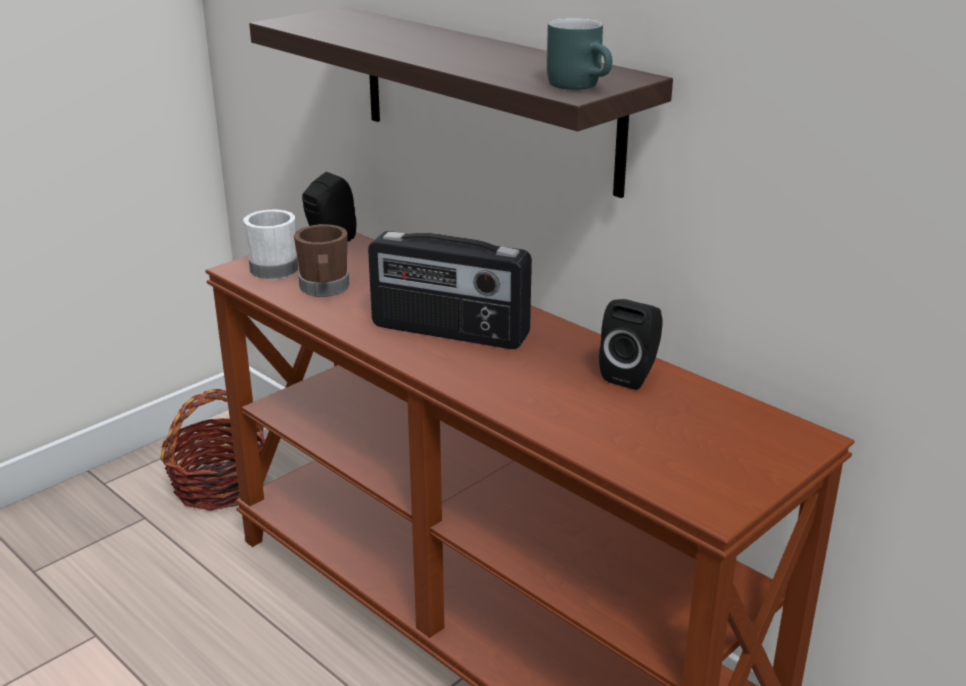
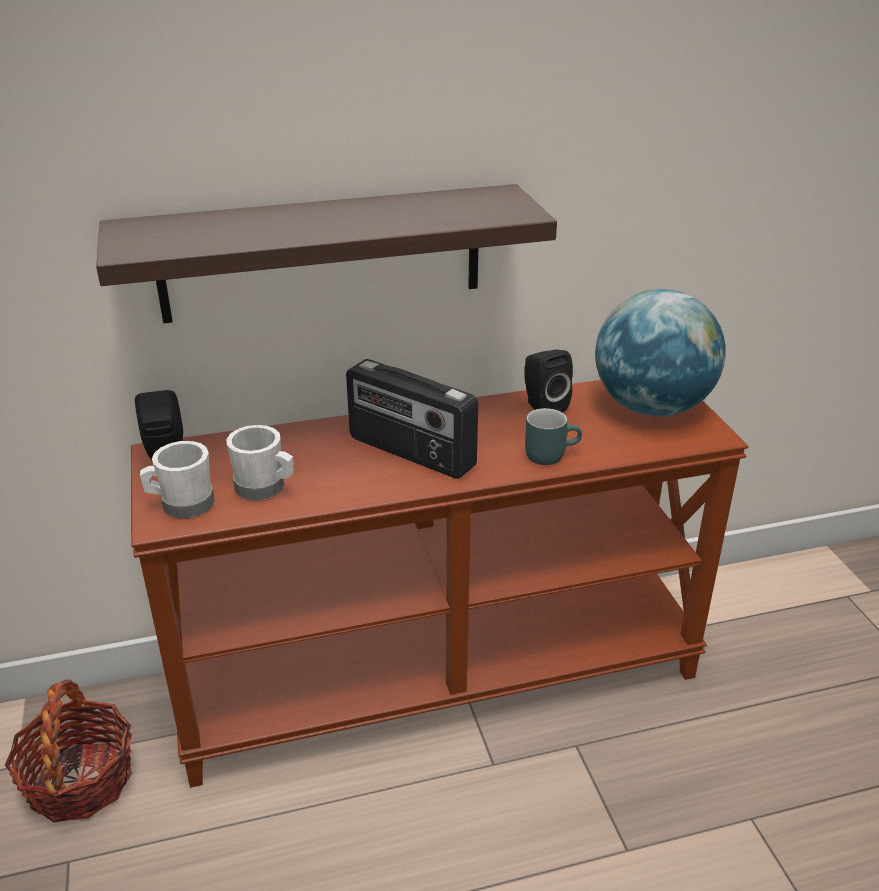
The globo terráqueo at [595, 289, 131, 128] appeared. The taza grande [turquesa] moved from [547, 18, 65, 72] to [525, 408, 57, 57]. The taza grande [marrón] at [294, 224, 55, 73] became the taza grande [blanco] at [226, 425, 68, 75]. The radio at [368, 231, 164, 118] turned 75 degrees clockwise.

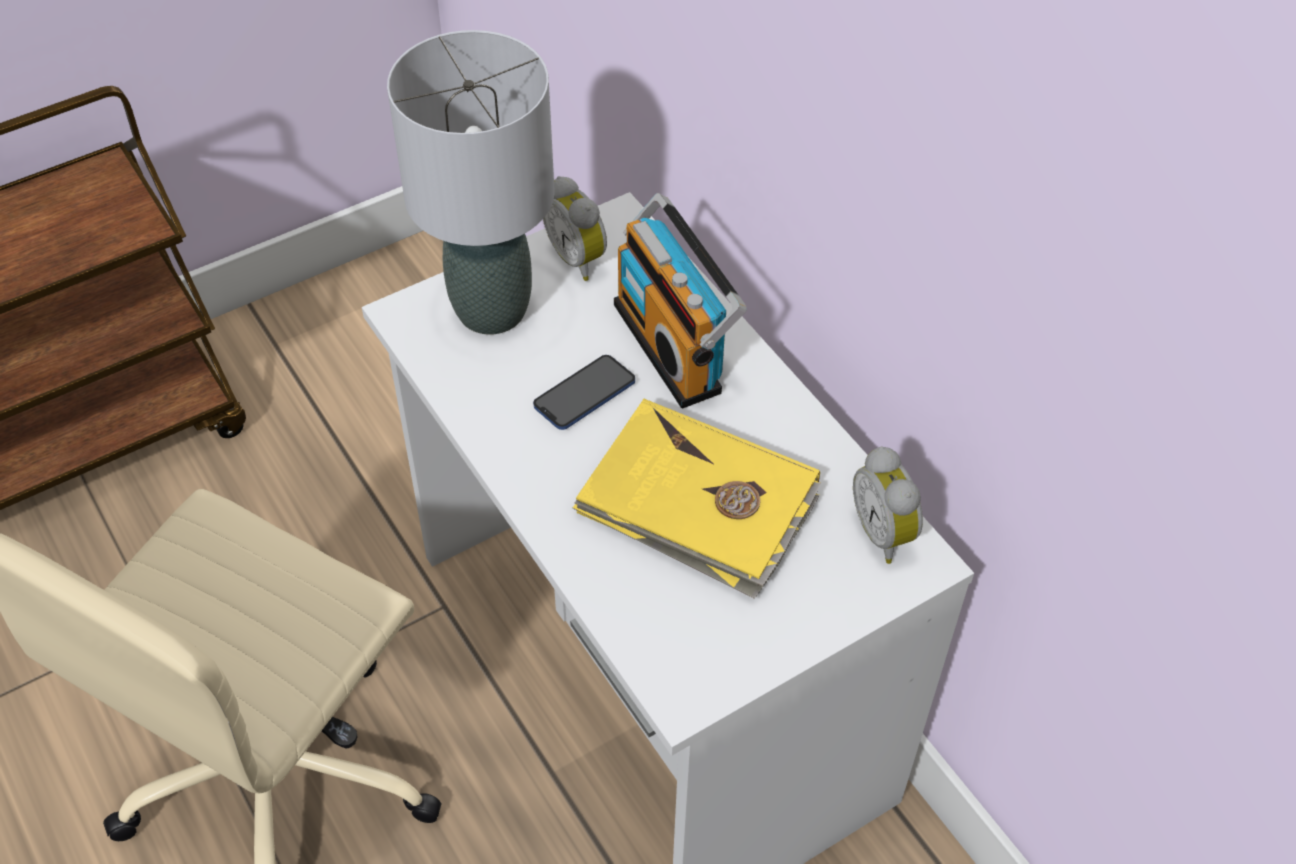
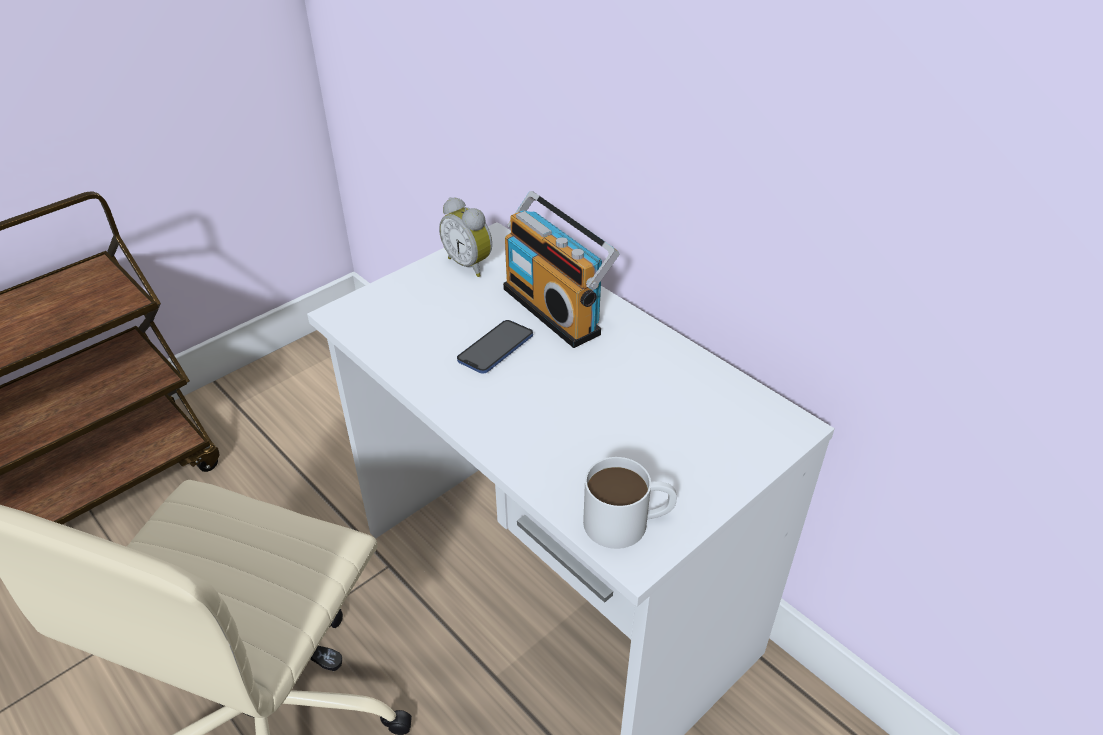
The lámpara de mesa [gris] at [387, 30, 168, 305] disappeared. The libro [amarillo] at [573, 399, 248, 200] disappeared. The despertador at [853, 446, 70, 118] disappeared. The taza grande [blanco] at [583, 457, 94, 92] appeared.

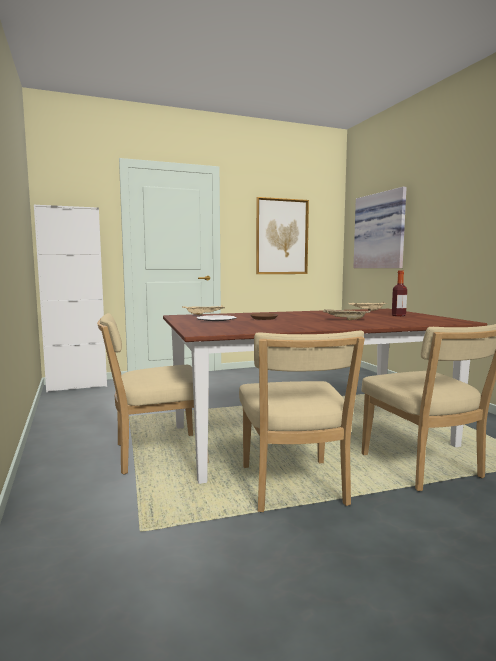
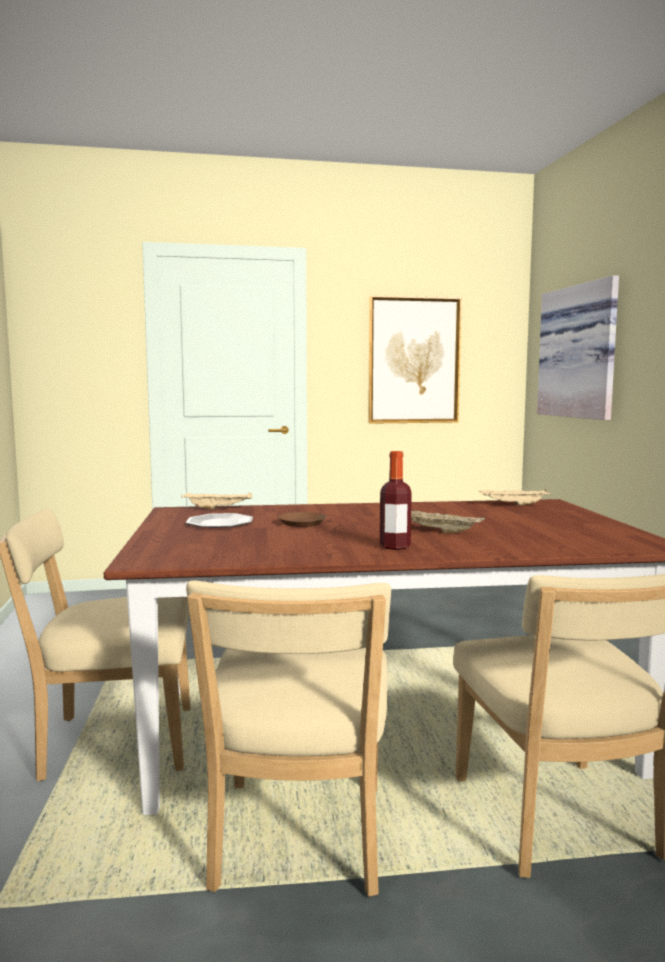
The armario [blanco] at [34, 205, 73, 187] disappeared. The botella moved from [392, 271, 15, 45] to [380, 451, 32, 99].

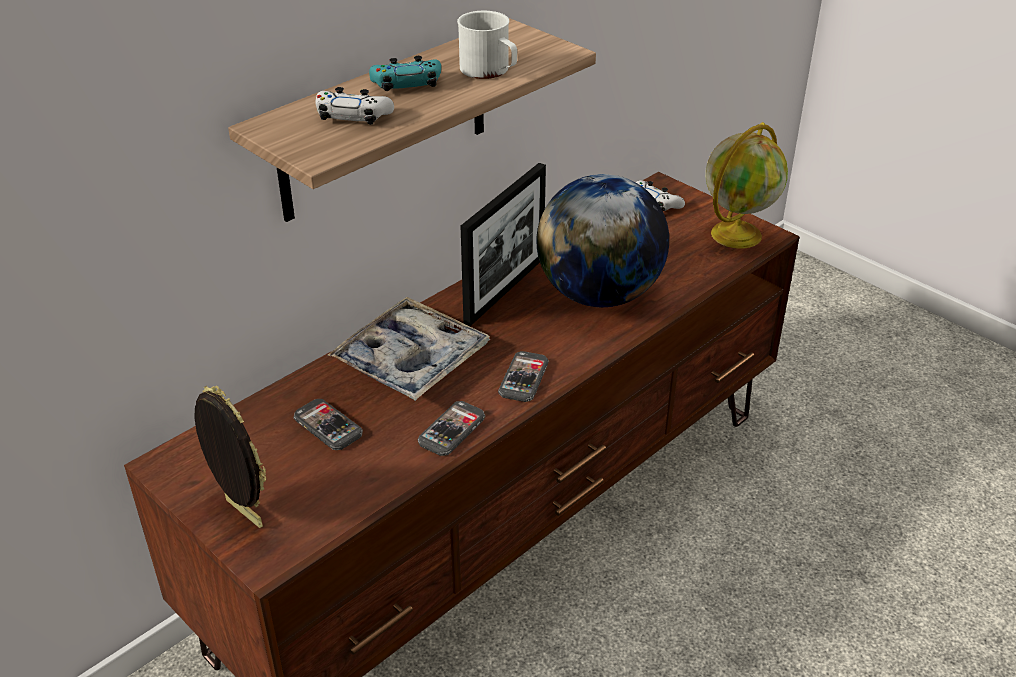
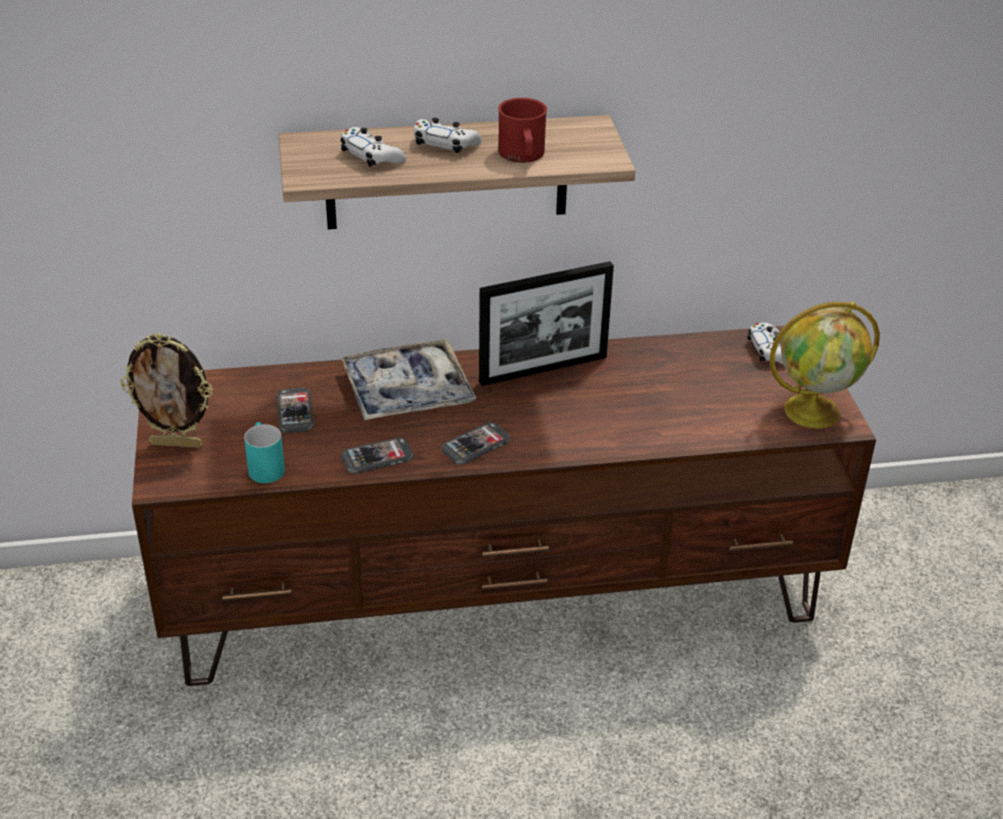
The globo terráqueo at [536, 174, 133, 133] disappeared. The taza grande [turquesa] at [244, 422, 41, 61] appeared. The mando de consola [turquesa] at [369, 56, 72, 35] became the mando de consola [blanco] at [414, 118, 68, 35]. The taza grande [blanco] at [457, 11, 60, 68] became the taza grande [rojo] at [498, 98, 49, 65]. The portarretratos at [194, 386, 73, 142] turned 105 degrees clockwise.

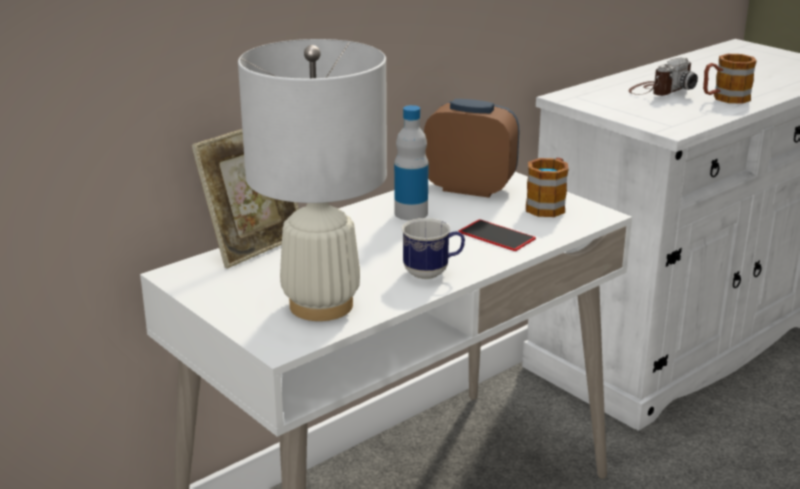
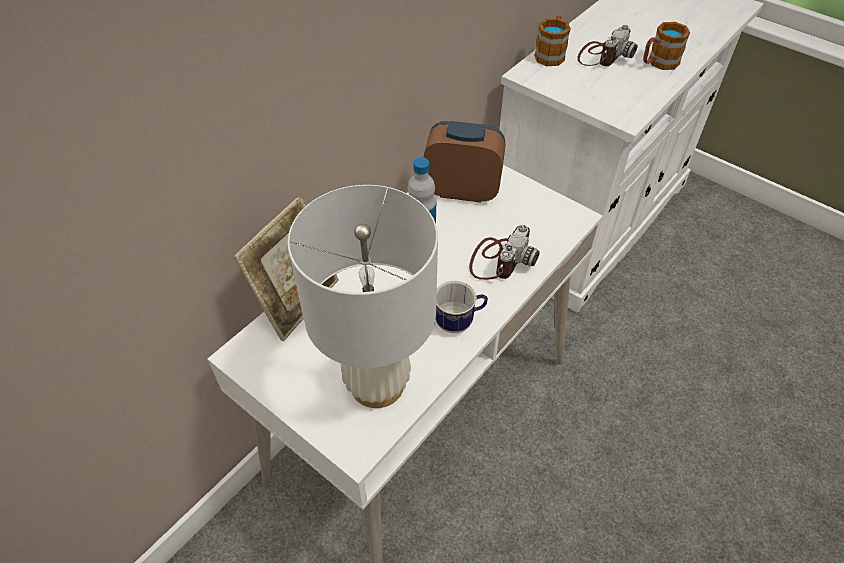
The taza grande moved from [526, 158, 43, 59] to [534, 16, 37, 50]. The móvil at [459, 219, 77, 32] was replaced by the cámara at [469, 225, 71, 55].

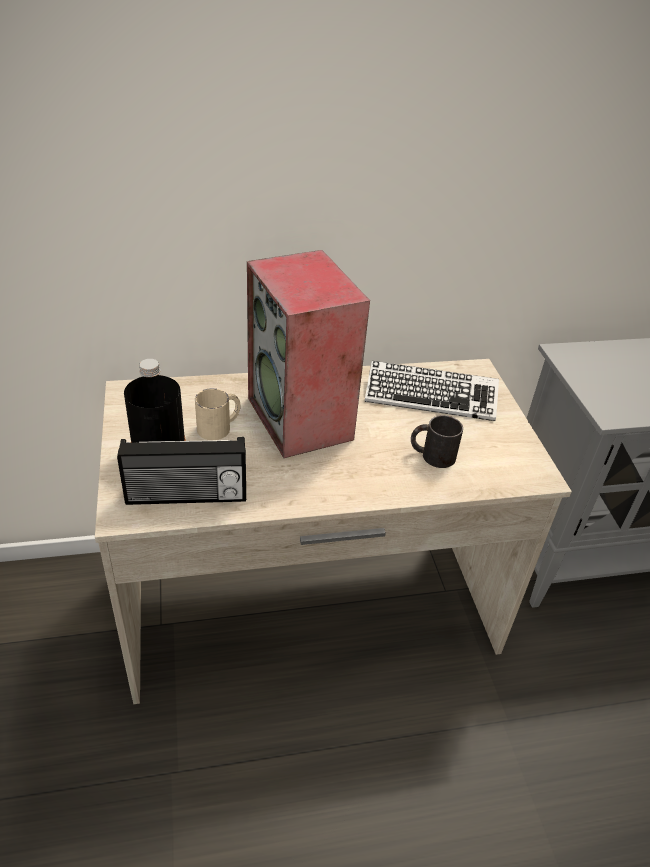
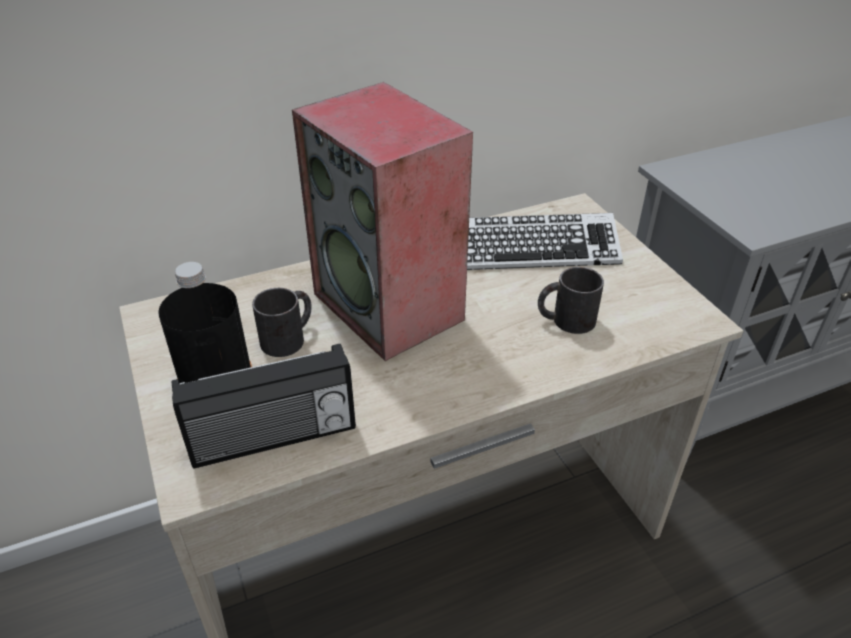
The taza grande [beis] at [195, 388, 46, 52] became the taza grande [negro] at [252, 288, 60, 69].

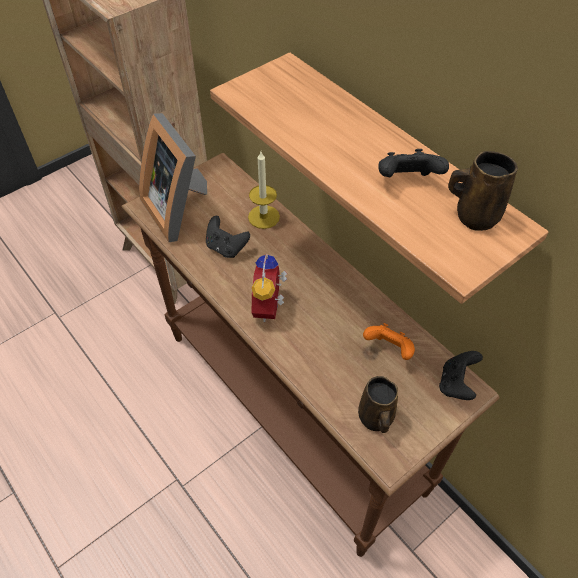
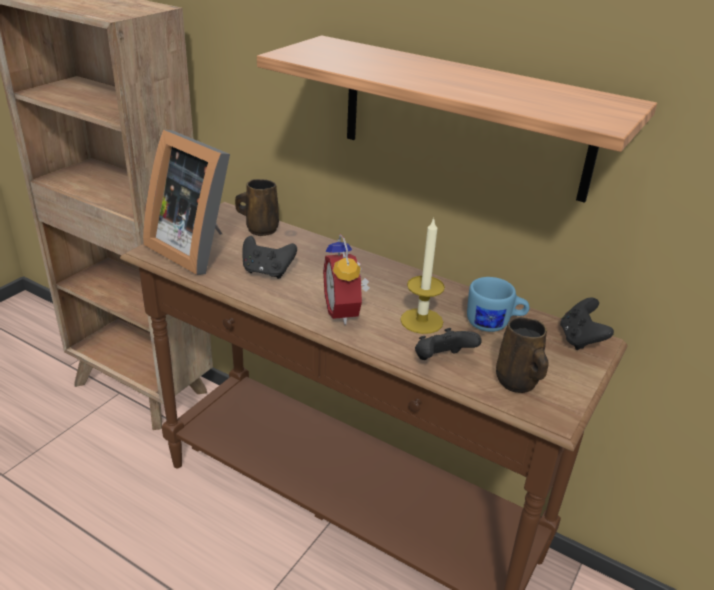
The vela moved from [248, 152, 32, 77] to [400, 218, 45, 116]. The mando de consola [negro] moved from [378, 149, 71, 28] to [415, 328, 67, 32]. The taza grande [marrón] moved from [448, 151, 70, 80] to [235, 179, 44, 57]. The mando de consola [naranja] at [363, 323, 52, 37] was replaced by the taza grande [azul] at [467, 277, 62, 55].

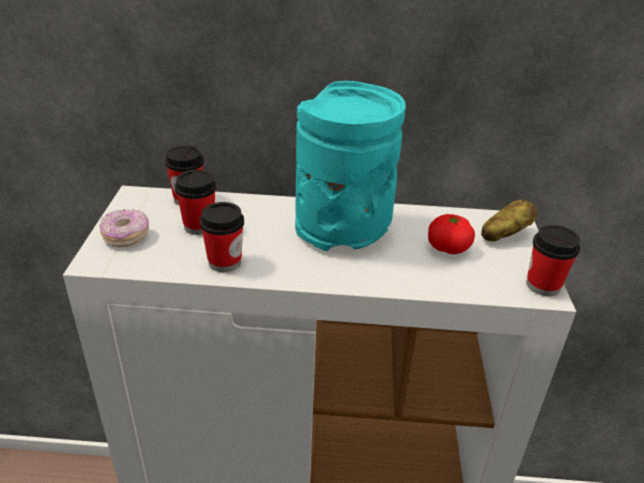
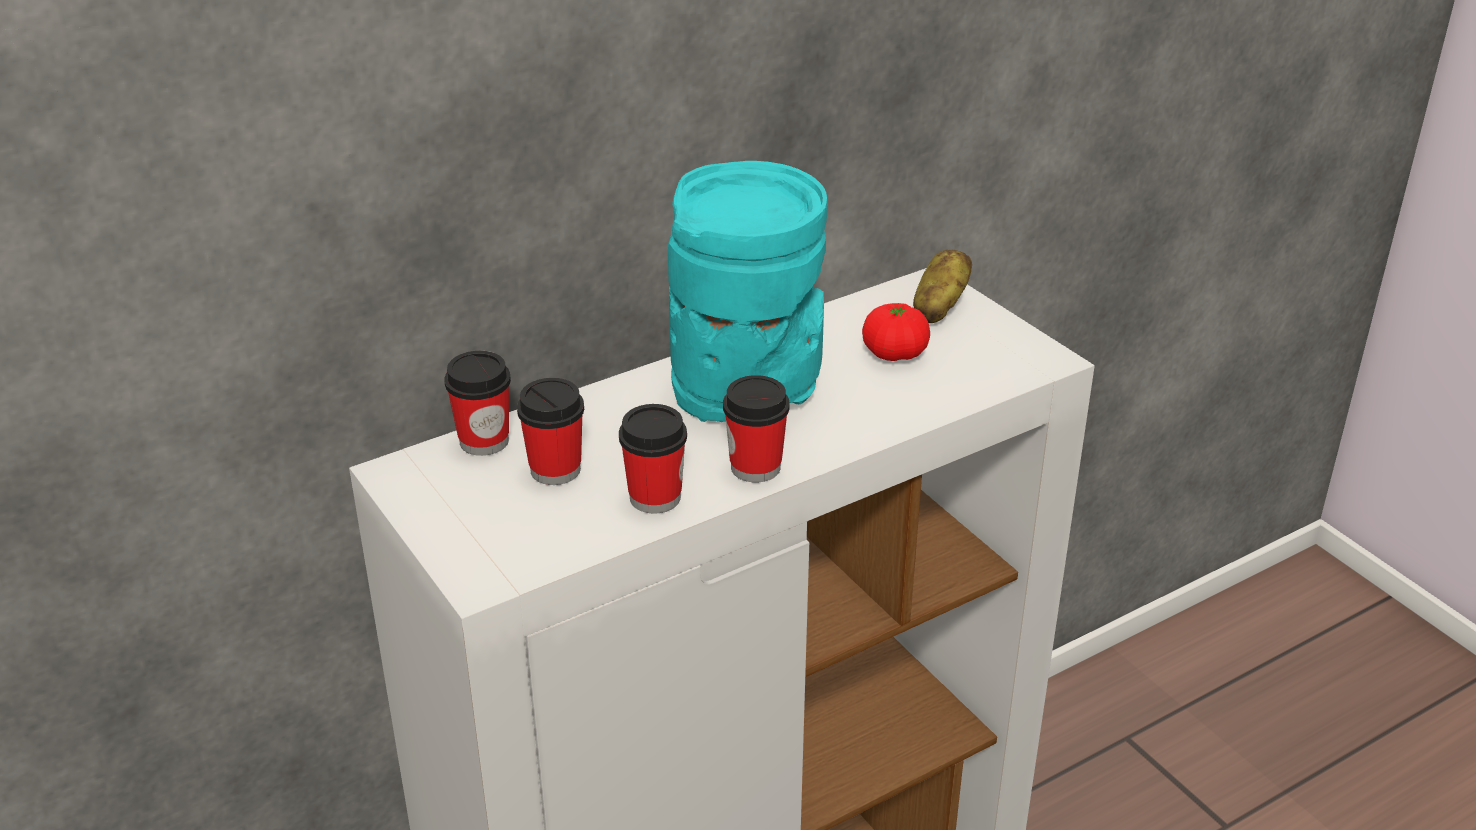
The rosquilla at [100, 209, 49, 38] disappeared. The taza moved from [526, 225, 54, 71] to [723, 375, 67, 107].

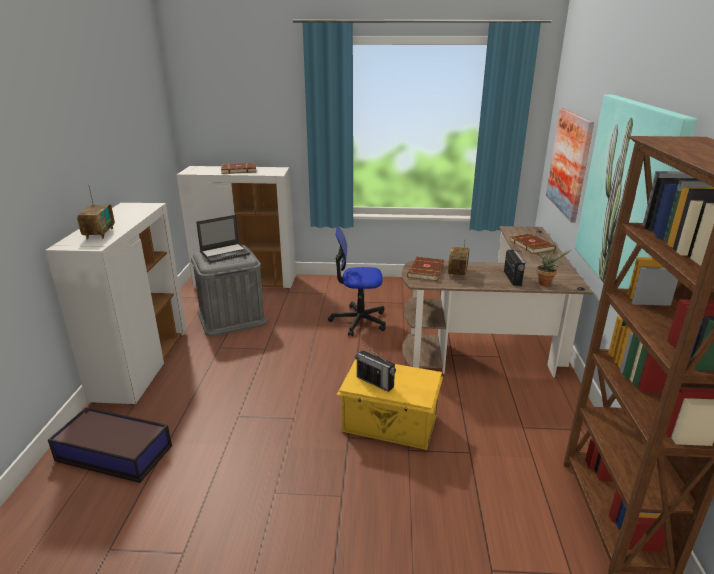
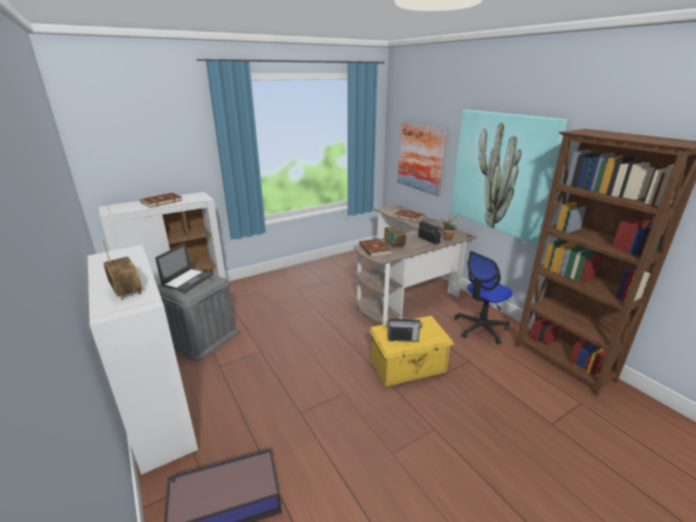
The silla de oficina moved from [328, 226, 58, 110] to [454, 251, 59, 94].

